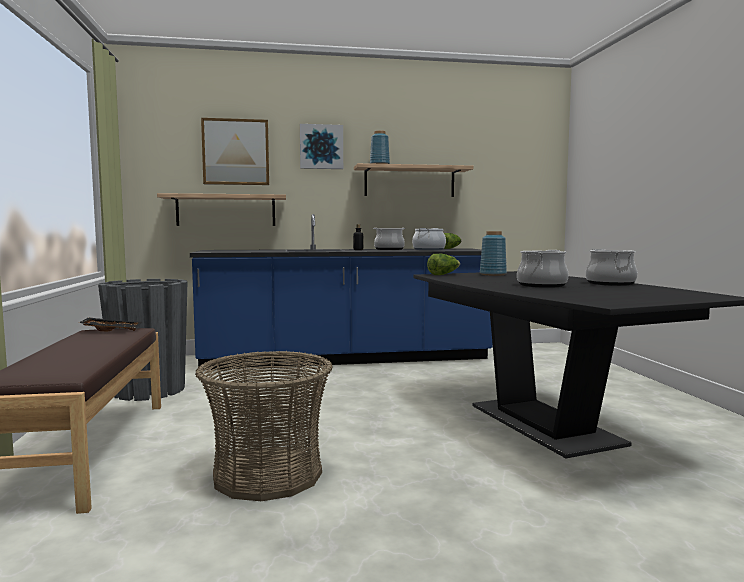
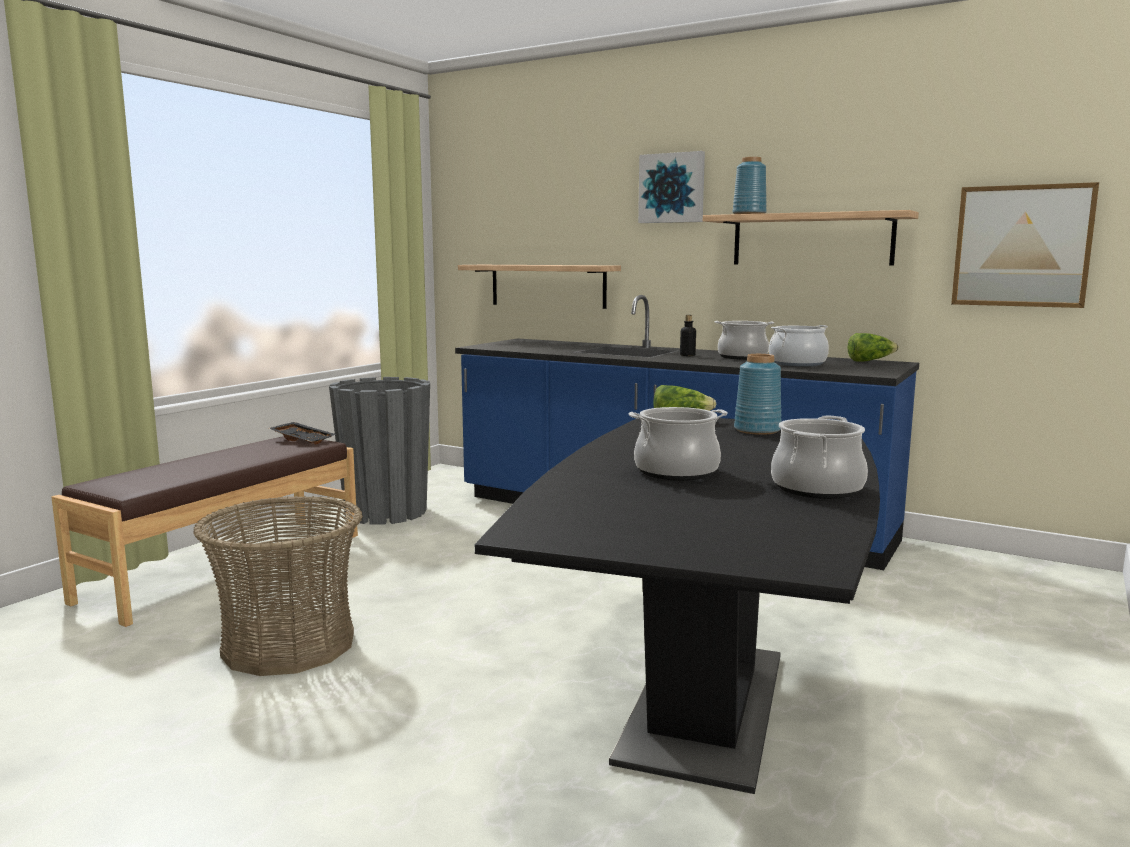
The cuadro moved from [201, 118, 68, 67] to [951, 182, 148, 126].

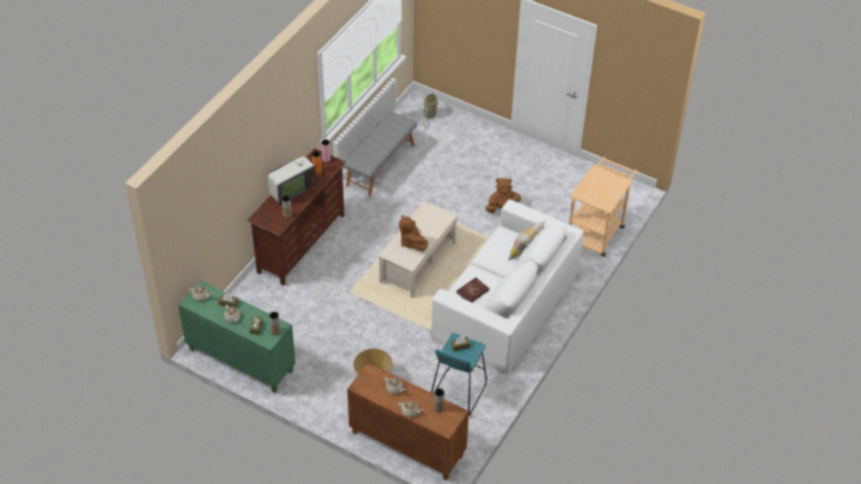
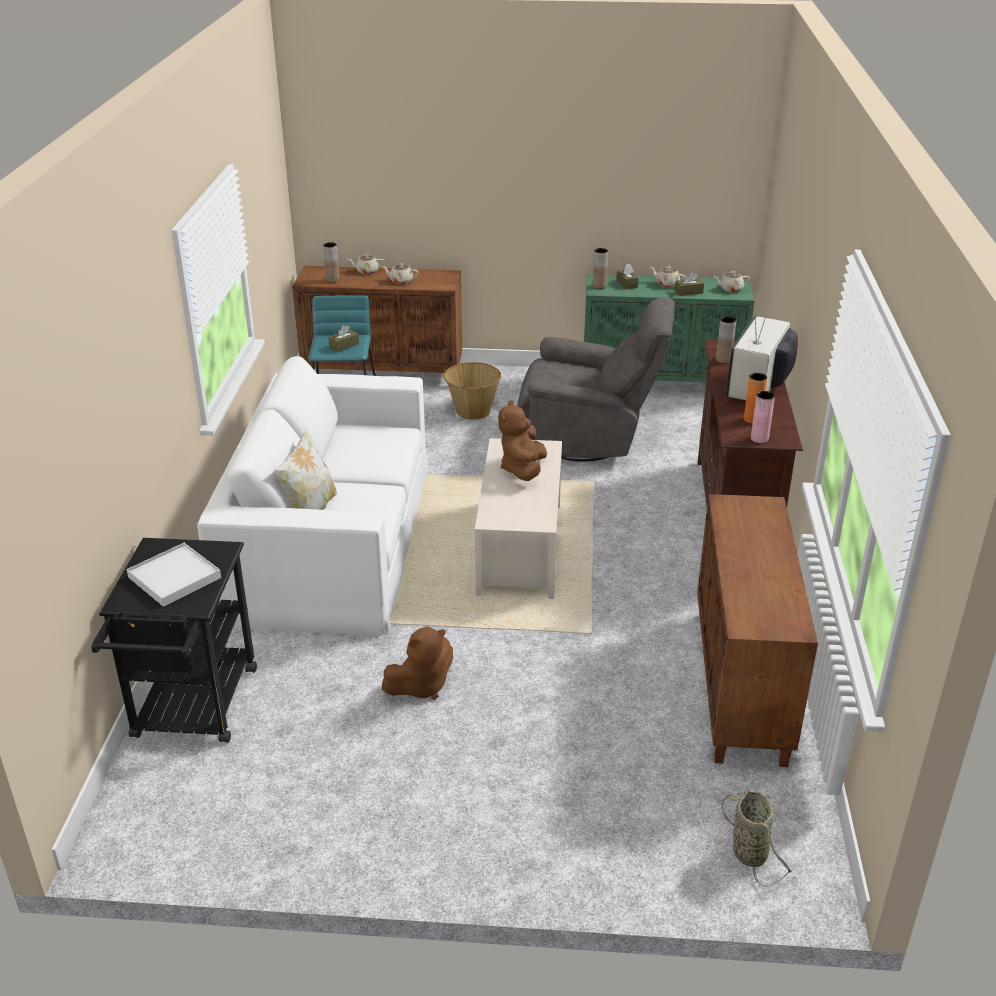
The libro [rojo] at [456, 277, 33, 25] disappeared. The bandeja [blanco] at [127, 543, 94, 64] appeared. The sillón [gris] at [517, 297, 158, 165] appeared. The banco [gris] at [343, 111, 74, 85] was replaced by the armario [marrón] at [697, 494, 121, 273]. The carrito [beis] at [569, 157, 68, 100] became the carrito [negro] at [91, 538, 166, 205]. The peluche [marrón] at [399, 215, 29, 36] turned 120 degrees counterclockwise.

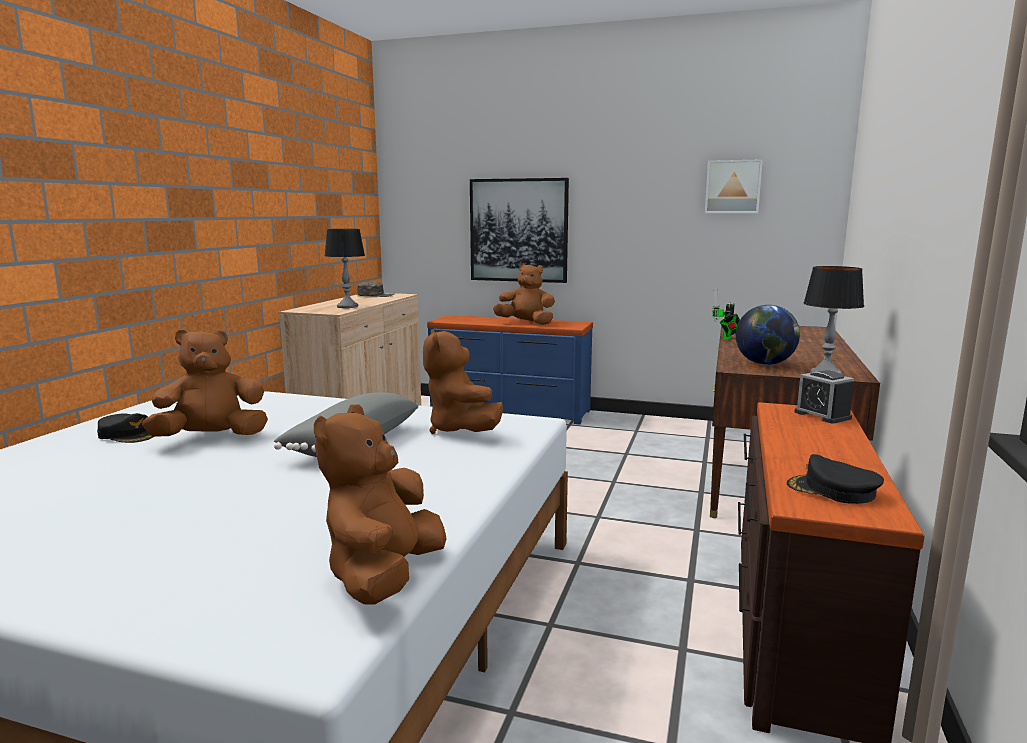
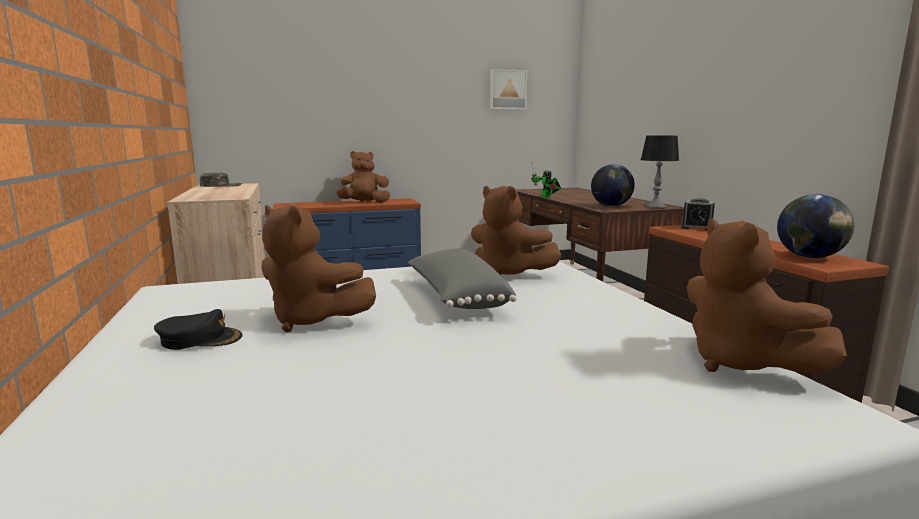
The lámpara de mesa at [325, 229, 40, 79] disappeared. The cuadro at [470, 178, 99, 105] disappeared. The gorra [negro] at [787, 454, 97, 50] was replaced by the globo terráqueo at [777, 194, 77, 64]. The peluche [marrón] at [142, 329, 126, 108] turned 90 degrees counterclockwise.

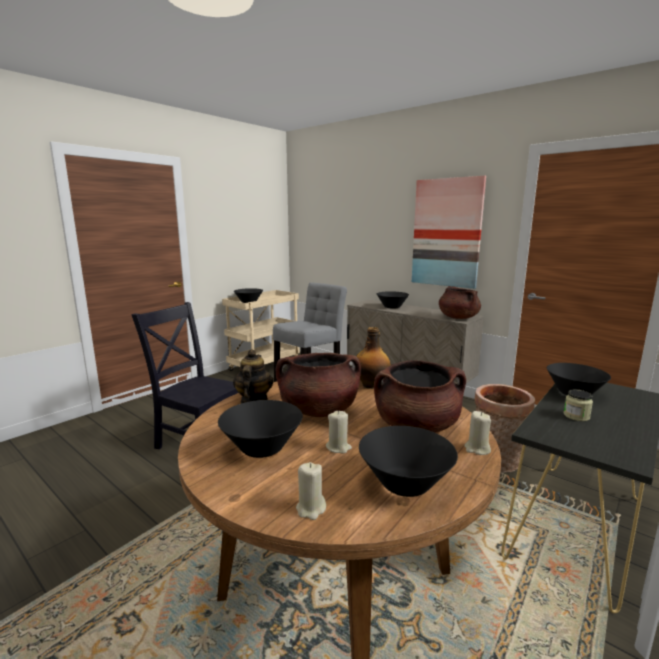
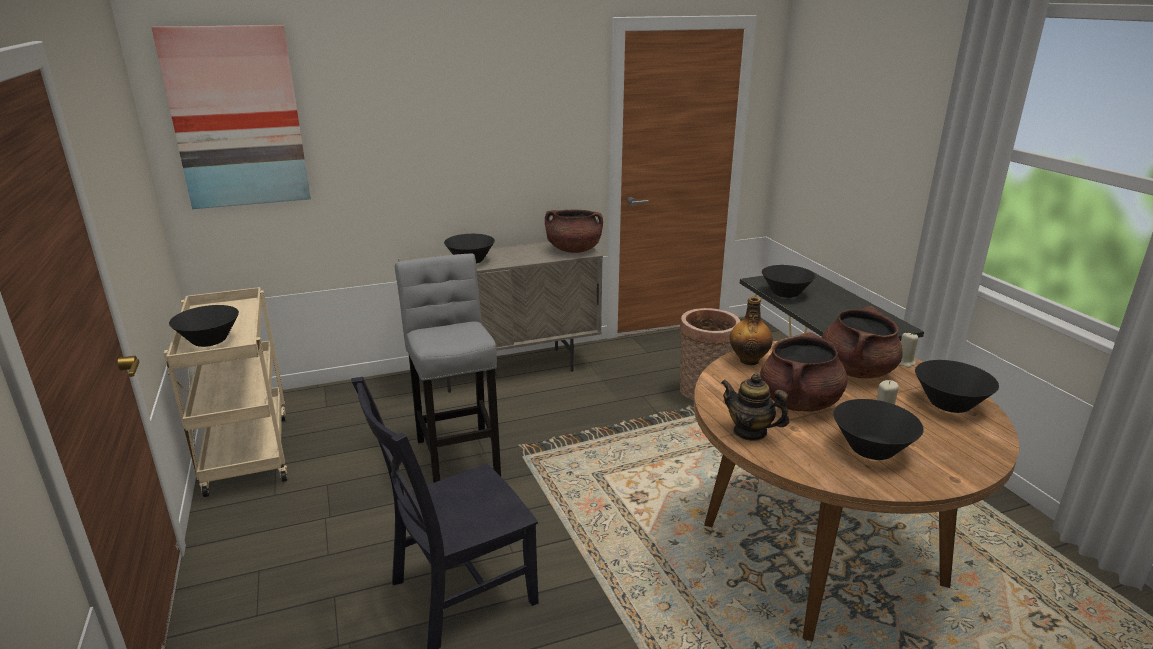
The vela [beis] at [296, 462, 30, 58] disappeared. The tarro at [563, 389, 30, 32] disappeared. The cuadro moved from [412, 176, 74, 113] to [151, 25, 160, 184].

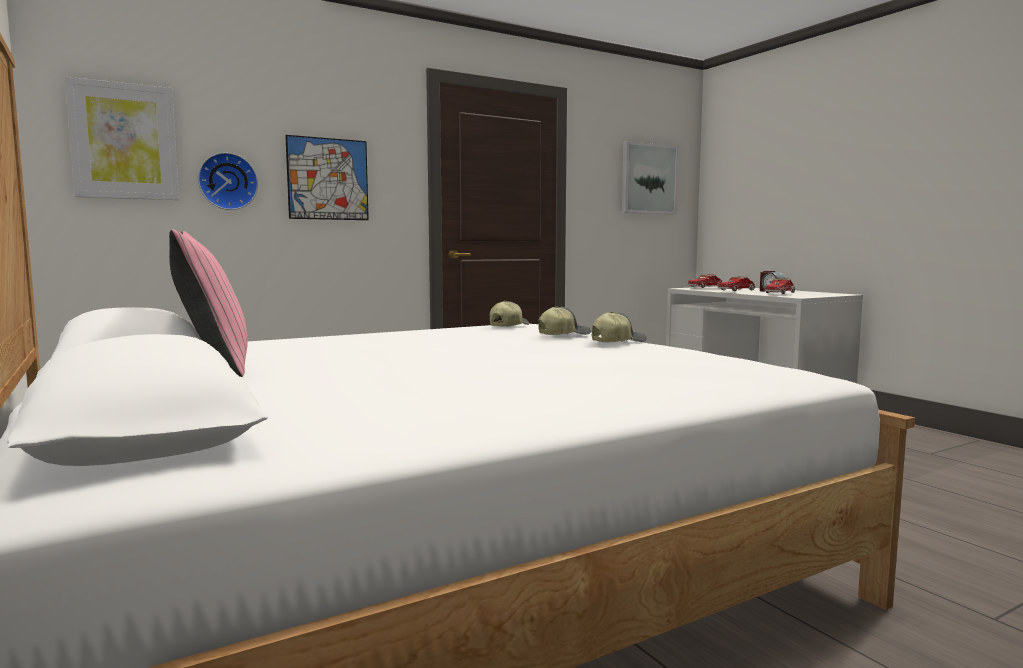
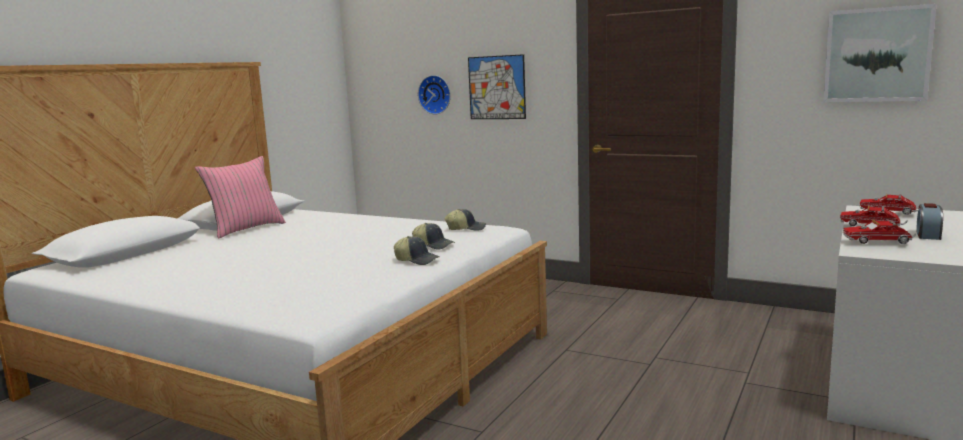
The cuadro at [65, 77, 114, 123] disappeared.

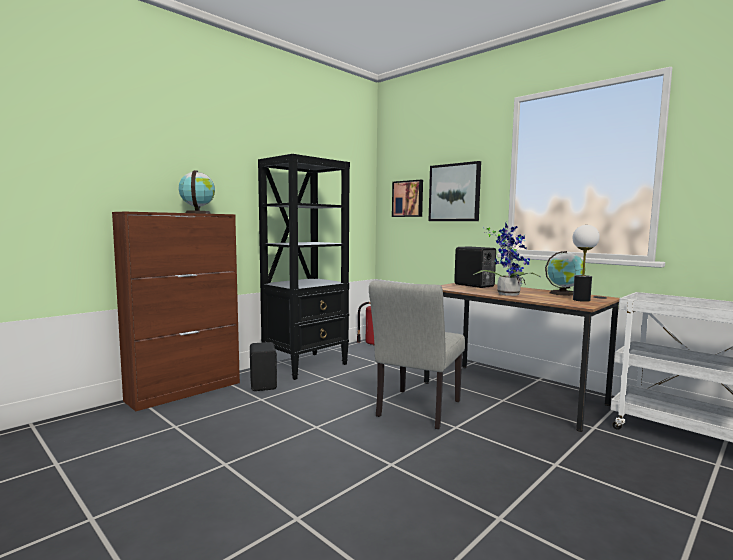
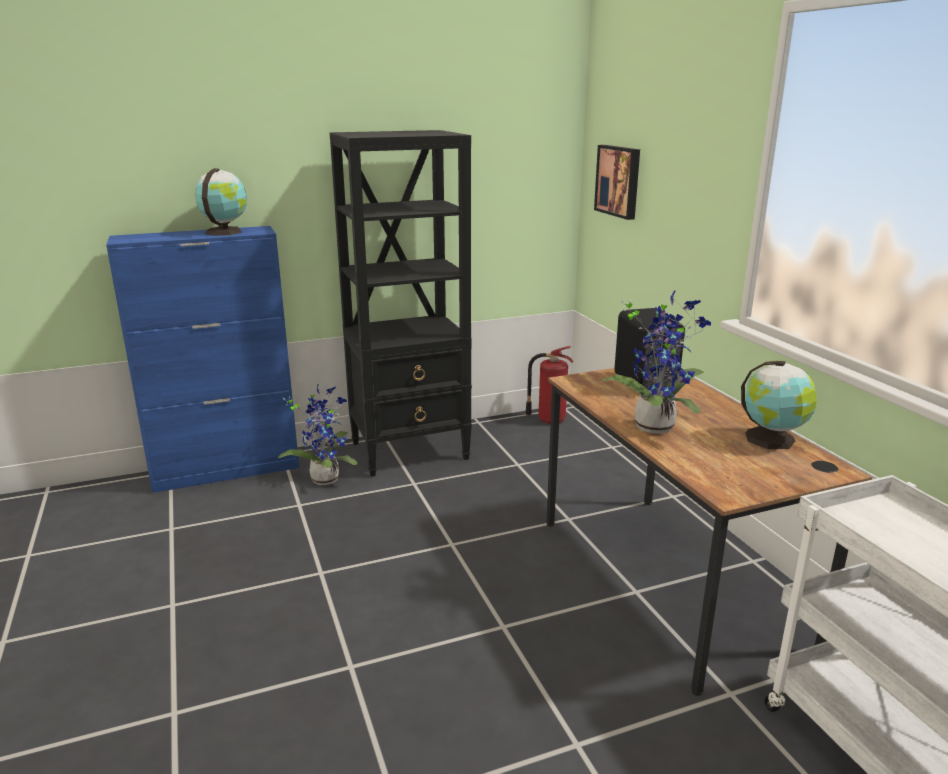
The silla [gris] at [369, 281, 96, 148] disappeared. The cuadro at [429, 161, 52, 60] disappeared. The lámpara de mesa at [573, 225, 27, 77] disappeared. The altavoz [negro] at [250, 342, 27, 49] was replaced by the planta en maceta at [278, 385, 79, 100]. The armario [marrón] at [112, 212, 128, 199] became the armario [azul] at [106, 226, 193, 267].

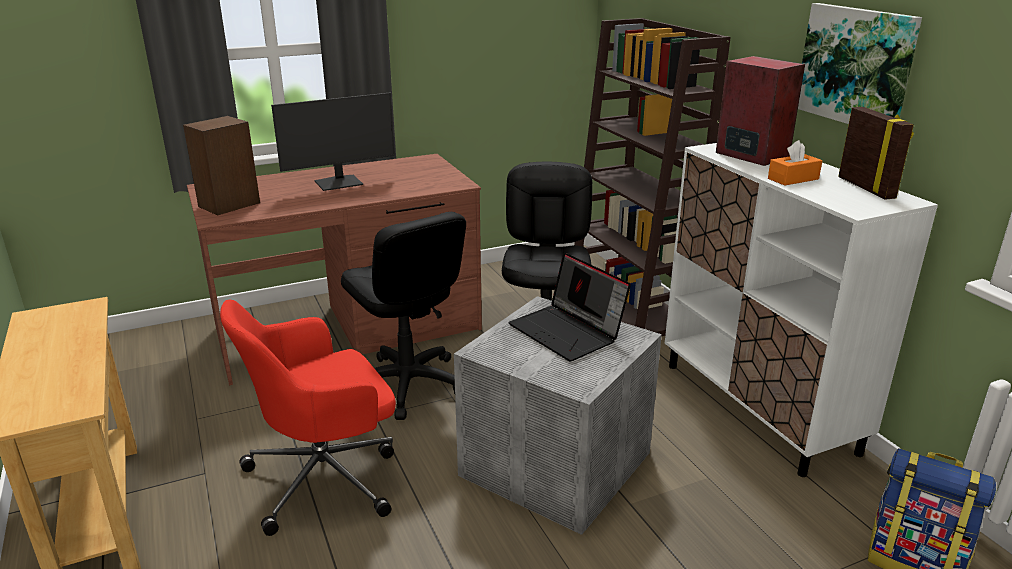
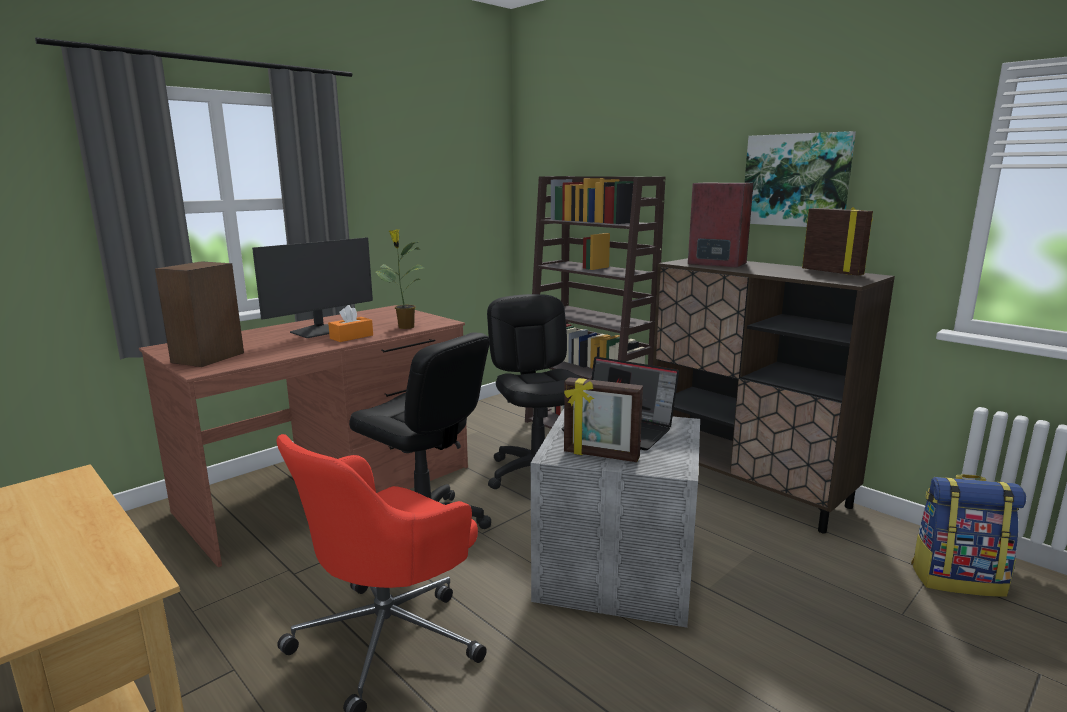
The planta en maceta at [376, 229, 48, 100] appeared. The portarretratos at [564, 377, 79, 85] appeared. The caja de pañuelos [naranja] moved from [768, 140, 54, 46] to [328, 305, 45, 37]. The armario [blanco] at [665, 143, 273, 334] became the armario [marrón] at [653, 258, 242, 275].

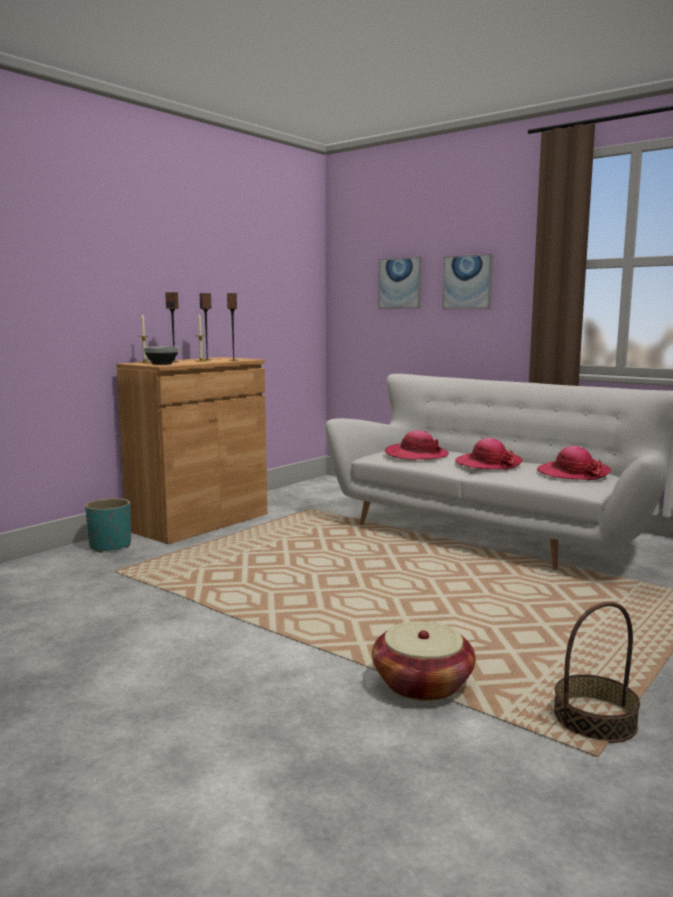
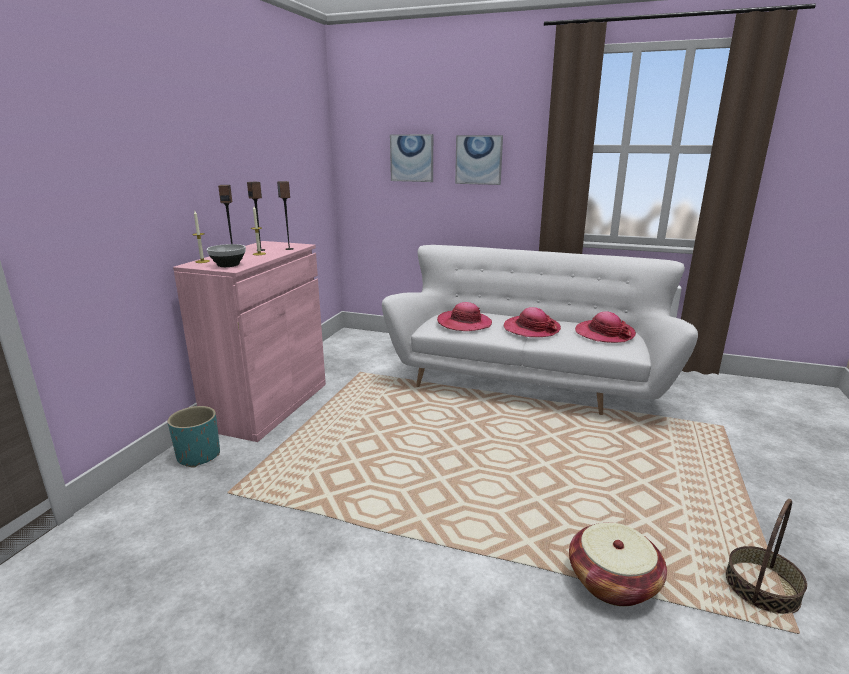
The armario [marrón] at [117, 357, 150, 187] became the armario [rosa] at [173, 241, 153, 201].

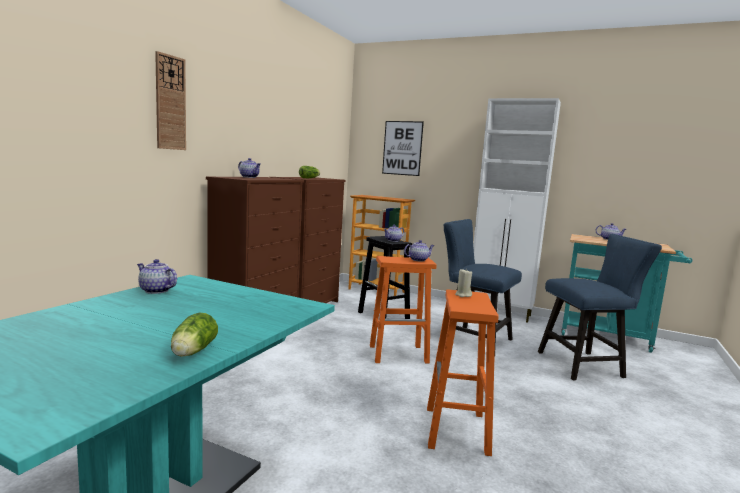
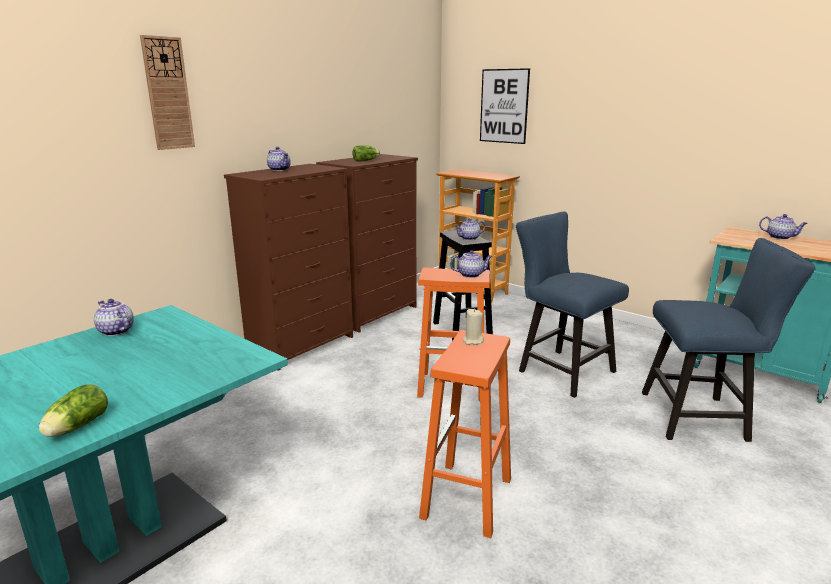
The armario [blanco] at [473, 98, 88, 225] disappeared.

